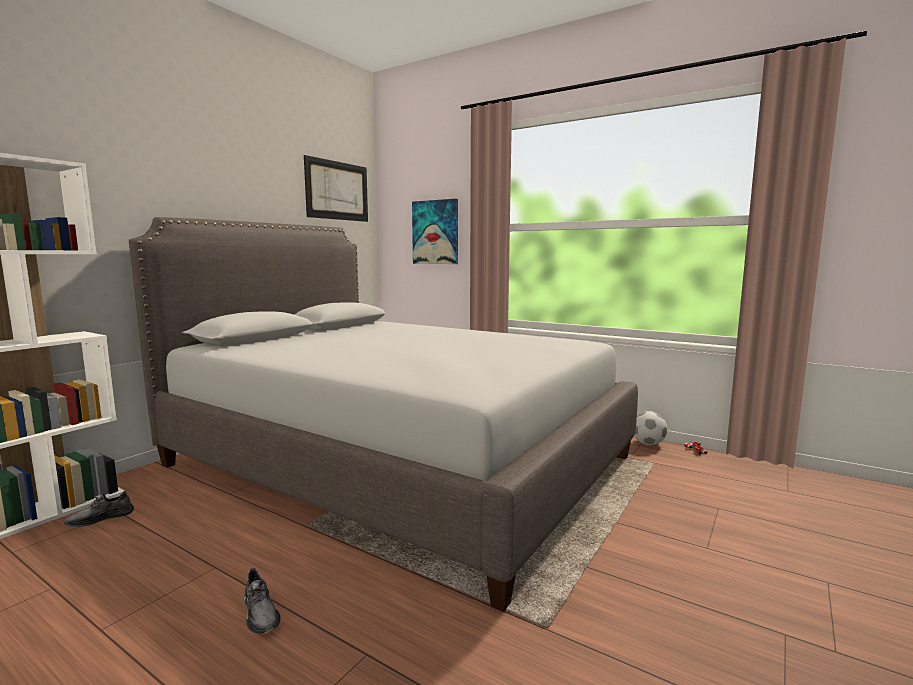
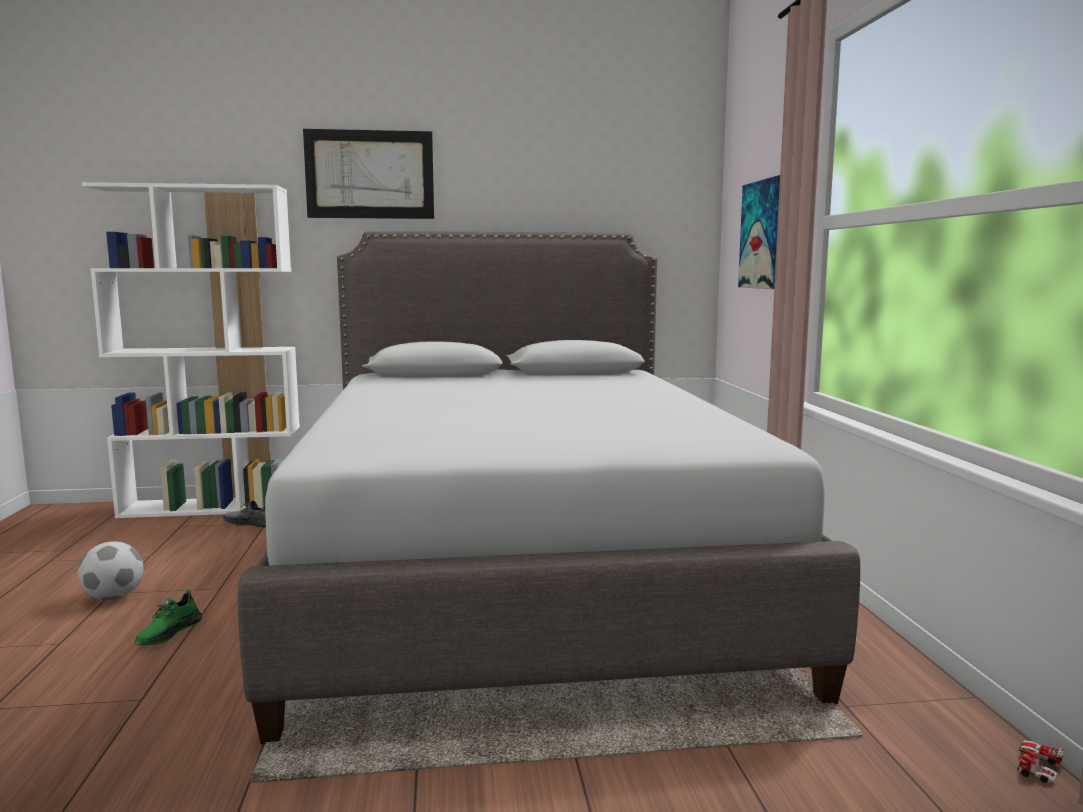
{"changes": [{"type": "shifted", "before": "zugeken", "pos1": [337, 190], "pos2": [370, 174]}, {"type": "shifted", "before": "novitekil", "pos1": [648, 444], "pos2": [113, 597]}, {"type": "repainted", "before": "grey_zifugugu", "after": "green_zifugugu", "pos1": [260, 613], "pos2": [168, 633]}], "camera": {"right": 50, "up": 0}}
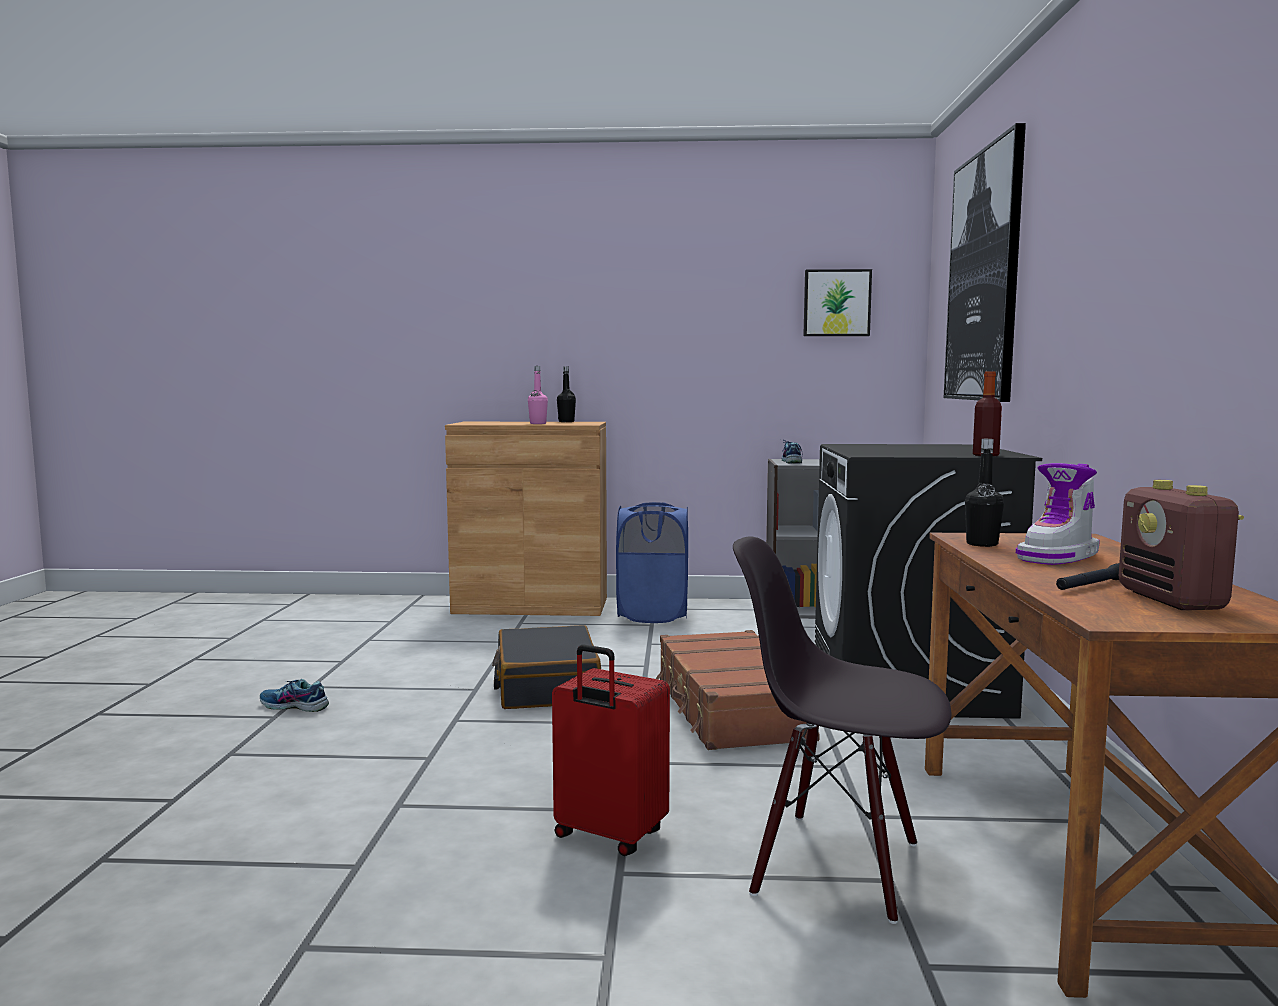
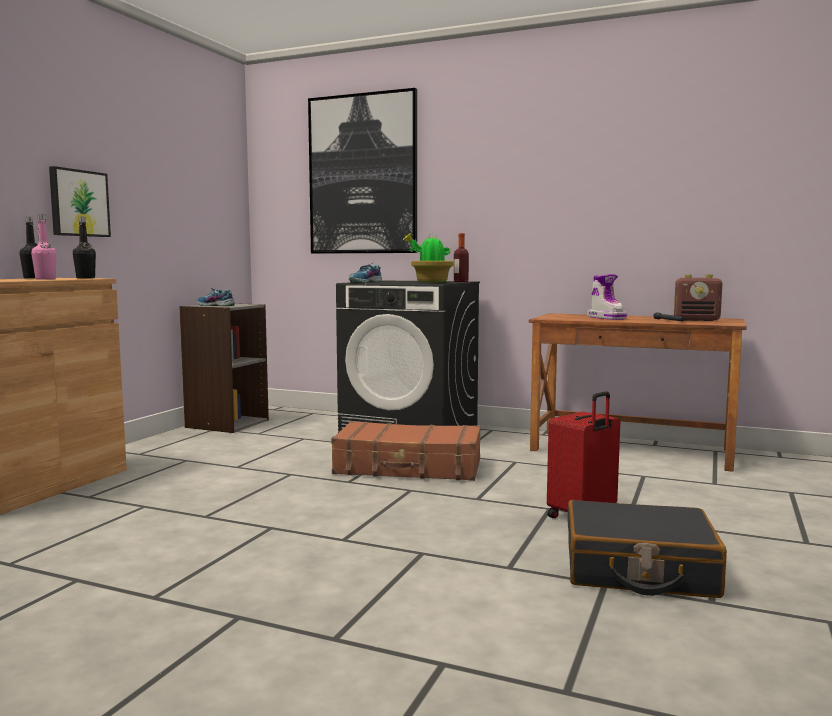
{"changes": [{"type": "shifted", "before": "zugeken", "pos1": [836, 303], "pos2": [78, 203]}, {"type": "shifted", "before": "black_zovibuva", "pos1": [982, 544], "pos2": [85, 278]}, {"type": "gone", "before": "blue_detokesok", "pos1": [653, 615]}, {"type": "gone", "before": "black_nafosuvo", "pos1": [837, 866]}, {"type": "shifted", "before": "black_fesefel", "pos1": [546, 686], "pos2": [638, 570]}, {"type": "shifted", "before": "zifugugu", "pos1": [294, 706], "pos2": [365, 282]}, {"type": "new", "after": "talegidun", "pos2": [430, 282]}], "camera": {"right": -70, "up": 0}}
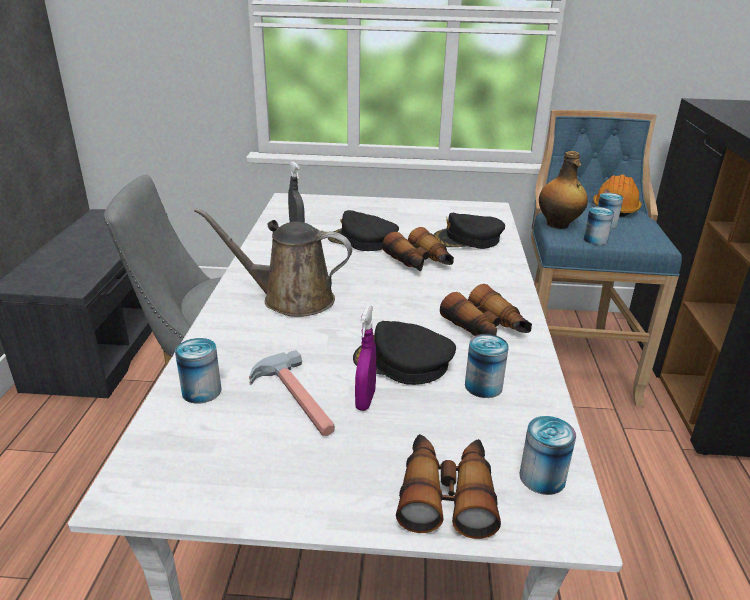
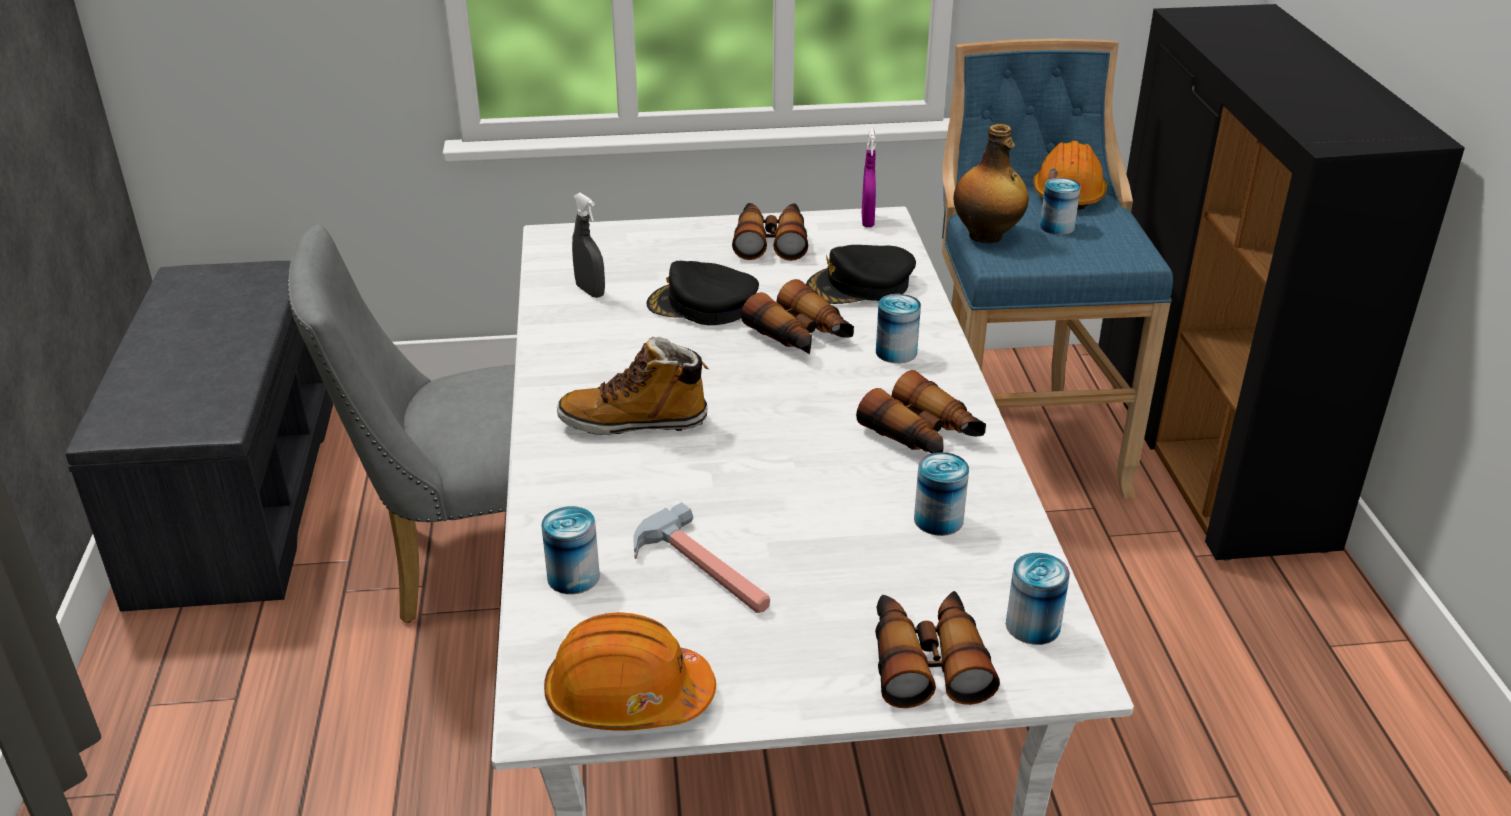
{"changes": [{"type": "swapped", "before": "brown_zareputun", "after": "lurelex", "pos1": [291, 299], "pos2": [634, 422]}, {"type": "shifted", "before": "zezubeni", "pos1": [595, 240], "pos2": [896, 352]}, {"type": "shifted", "before": "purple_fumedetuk", "pos1": [365, 400], "pos2": [867, 221]}, {"type": "gone", "before": "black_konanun", "pos1": [402, 362]}, {"type": "new", "after": "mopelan", "pos2": [770, 241]}, {"type": "new", "after": "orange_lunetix", "pos2": [628, 697]}], "camera": {"right": -10, "up": 5}}
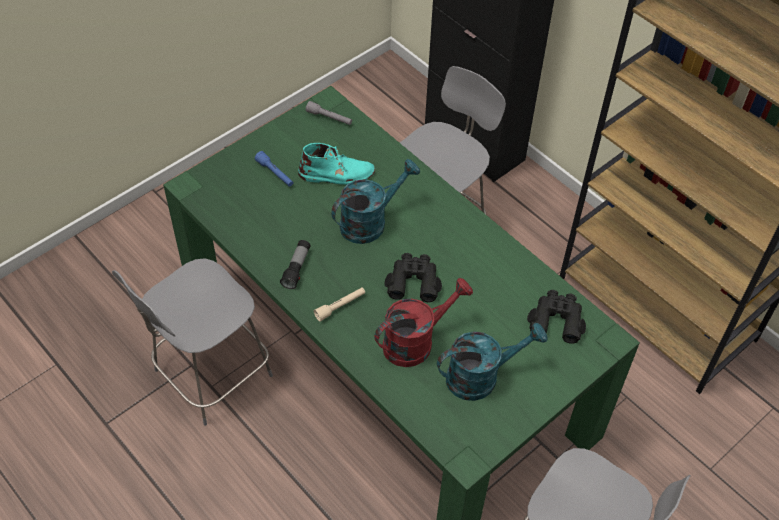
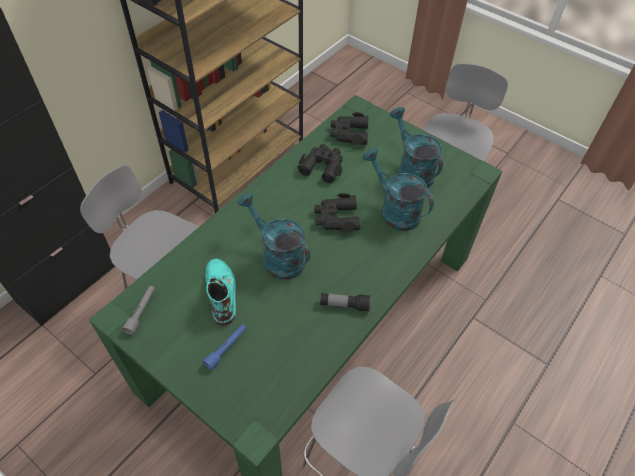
{"changes": [{"type": "repainted", "before": "red_zareputun", "after": "turquoise_zareputun", "pos1": [416, 341], "pos2": [394, 210]}, {"type": "gone", "before": "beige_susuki", "pos1": [340, 306]}, {"type": "new", "after": "black_mopelan", "pos2": [322, 166]}], "camera": {"right": -100, "up": 0}}
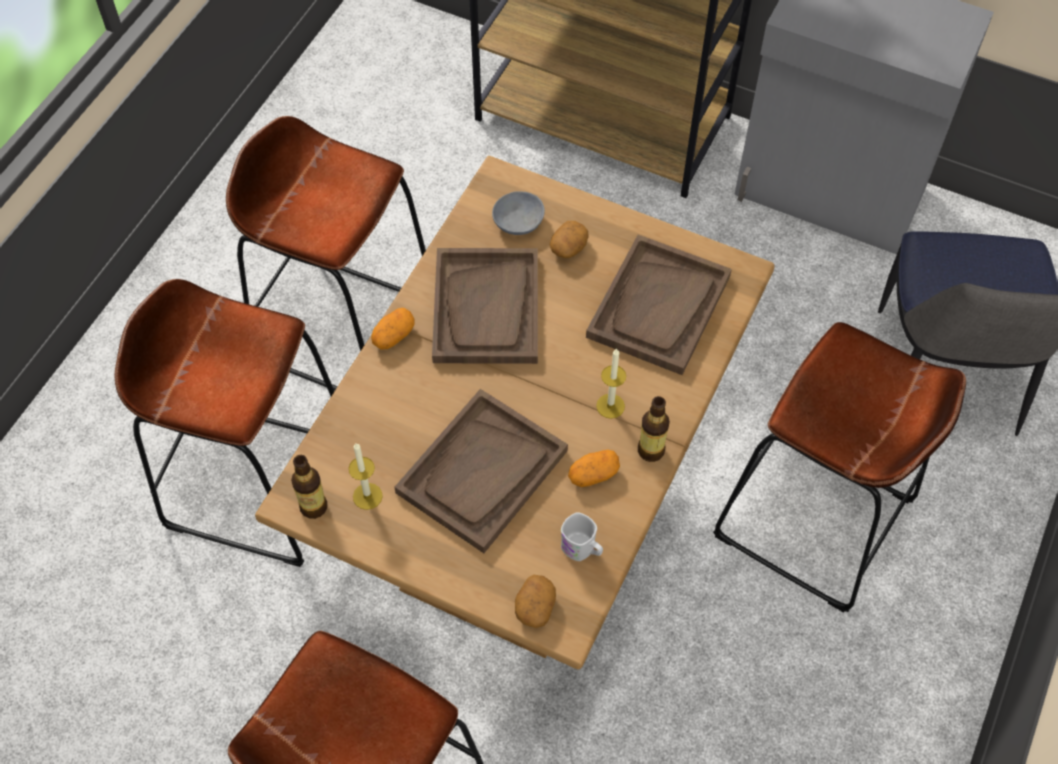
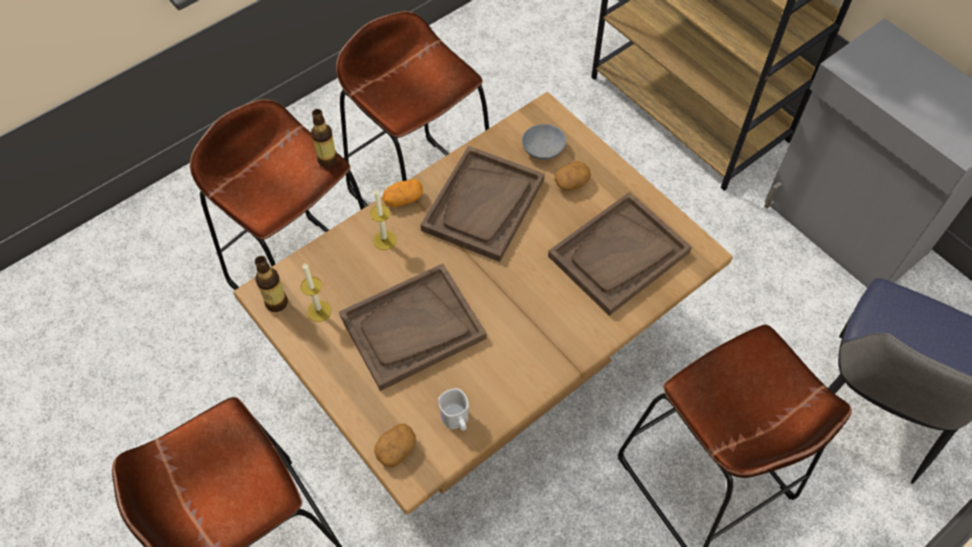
{"changes": [{"type": "shifted", "before": "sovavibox", "pos1": [610, 406], "pos2": [384, 240]}, {"type": "shifted", "before": "zovibuva", "pos1": [650, 450], "pos2": [327, 160]}, {"type": "gone", "before": "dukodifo", "pos1": [593, 474]}], "camera": {"right": 25, "up": 0}}
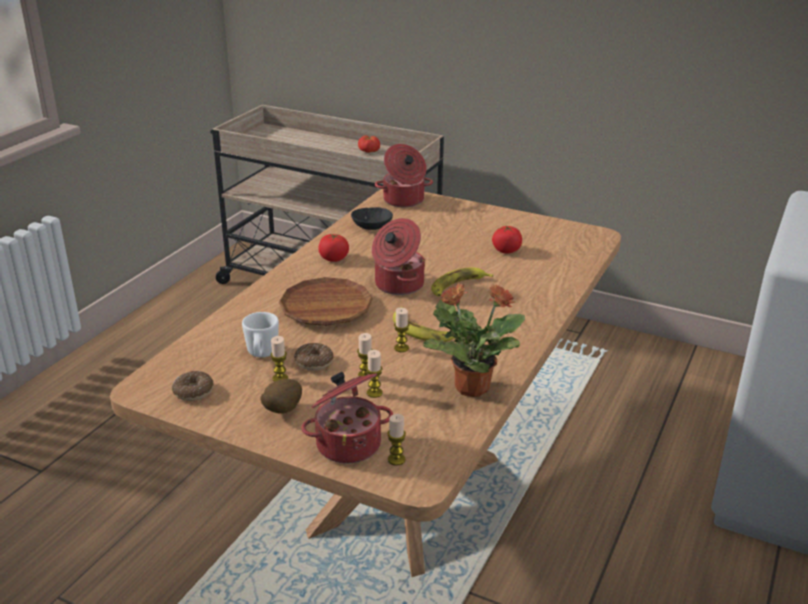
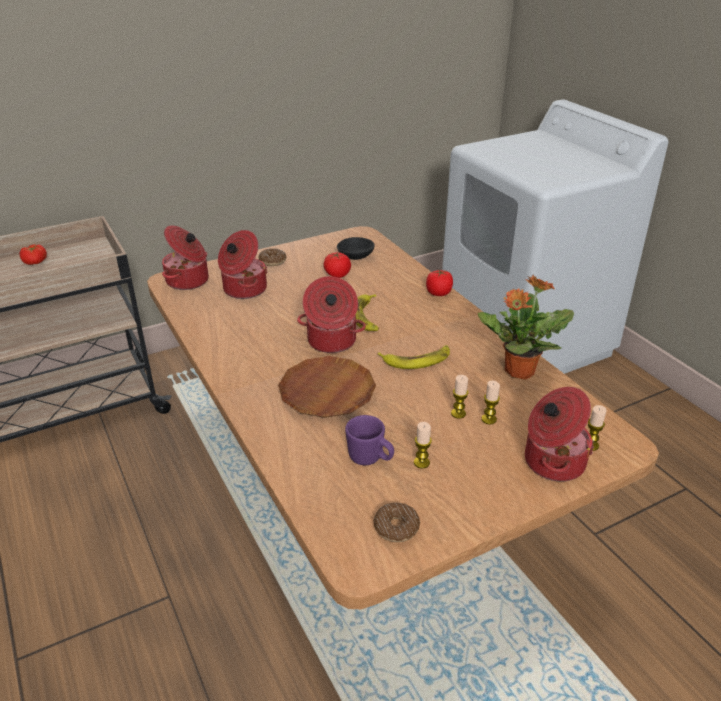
{"changes": [{"type": "shifted", "before": "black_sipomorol", "pos1": [371, 227], "pos2": [356, 256]}, {"type": "shifted", "before": "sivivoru", "pos1": [334, 258], "pos2": [438, 293]}, {"type": "gone", "before": "sovavibox", "pos1": [401, 348]}, {"type": "repainted", "before": "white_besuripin", "after": "purple_besuripin", "pos1": [261, 355], "pos2": [370, 459]}, {"type": "shifted", "before": "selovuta", "pos1": [314, 362], "pos2": [272, 261]}, {"type": "gone", "before": "dukodifo", "pos1": [281, 411]}, {"type": "new", "after": "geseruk", "pos2": [243, 289]}], "camera": {"right": -55, "up": 5}}
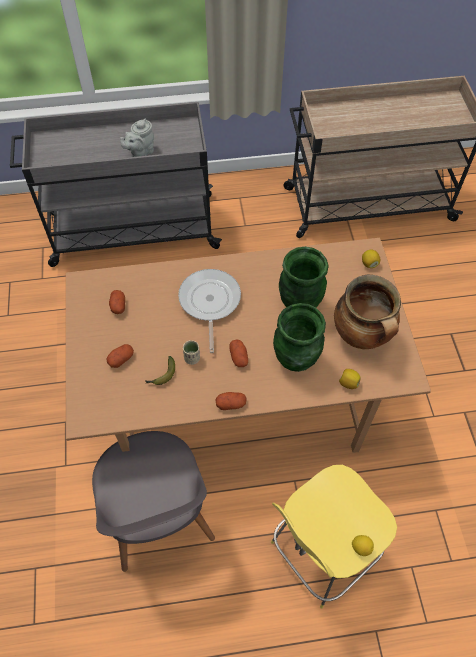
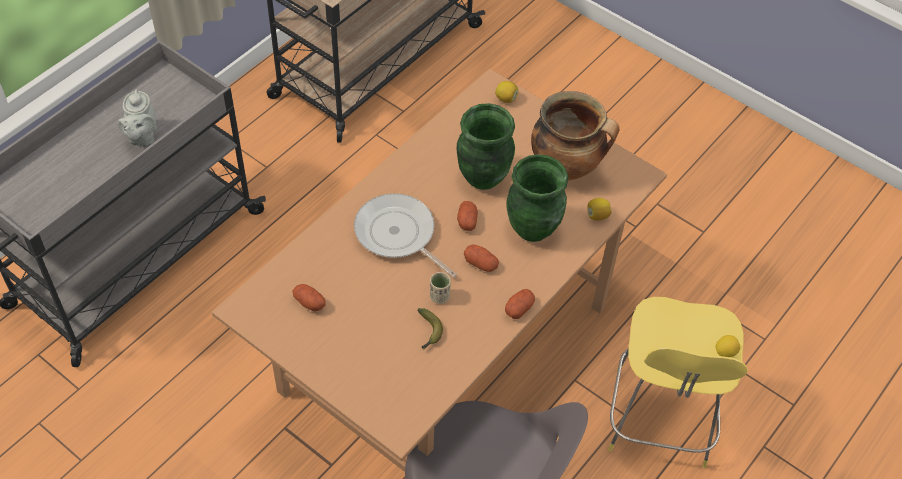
{"changes": [{"type": "shifted", "before": "dukodifo", "pos1": [121, 359], "pos2": [467, 221]}], "camera": {"right": -45, "up": -5}}
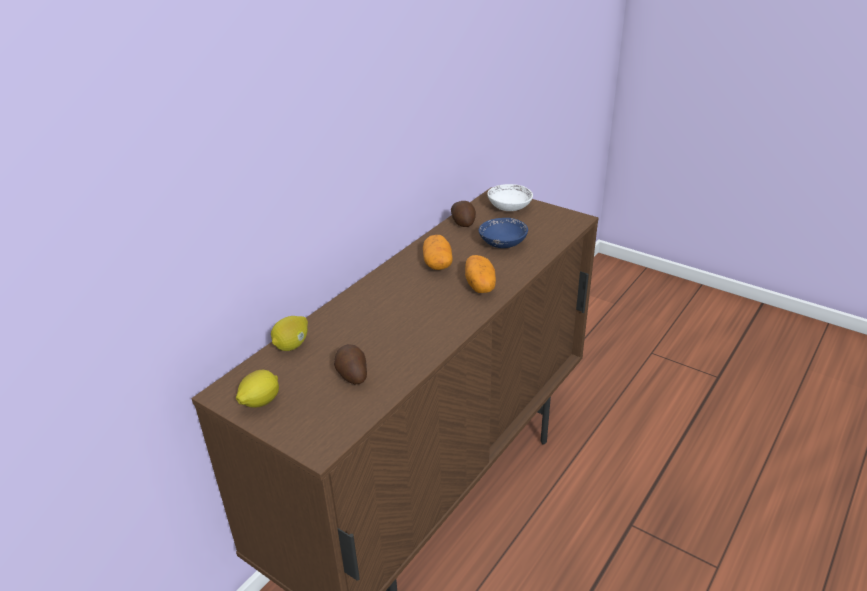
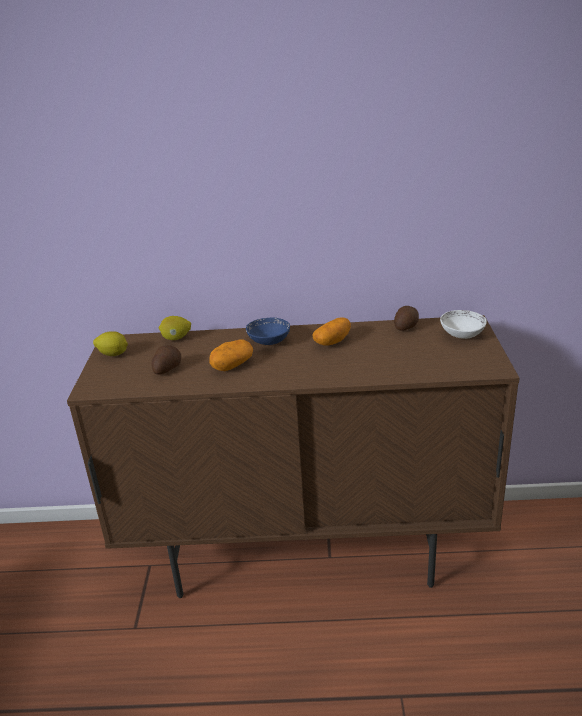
{"changes": [{"type": "shifted", "before": "blue_sipomorol", "pos1": [502, 244], "pos2": [269, 341]}, {"type": "shifted", "before": "dukodifo", "pos1": [480, 285], "pos2": [232, 365]}], "camera": {"right": 55, "up": -5}}
